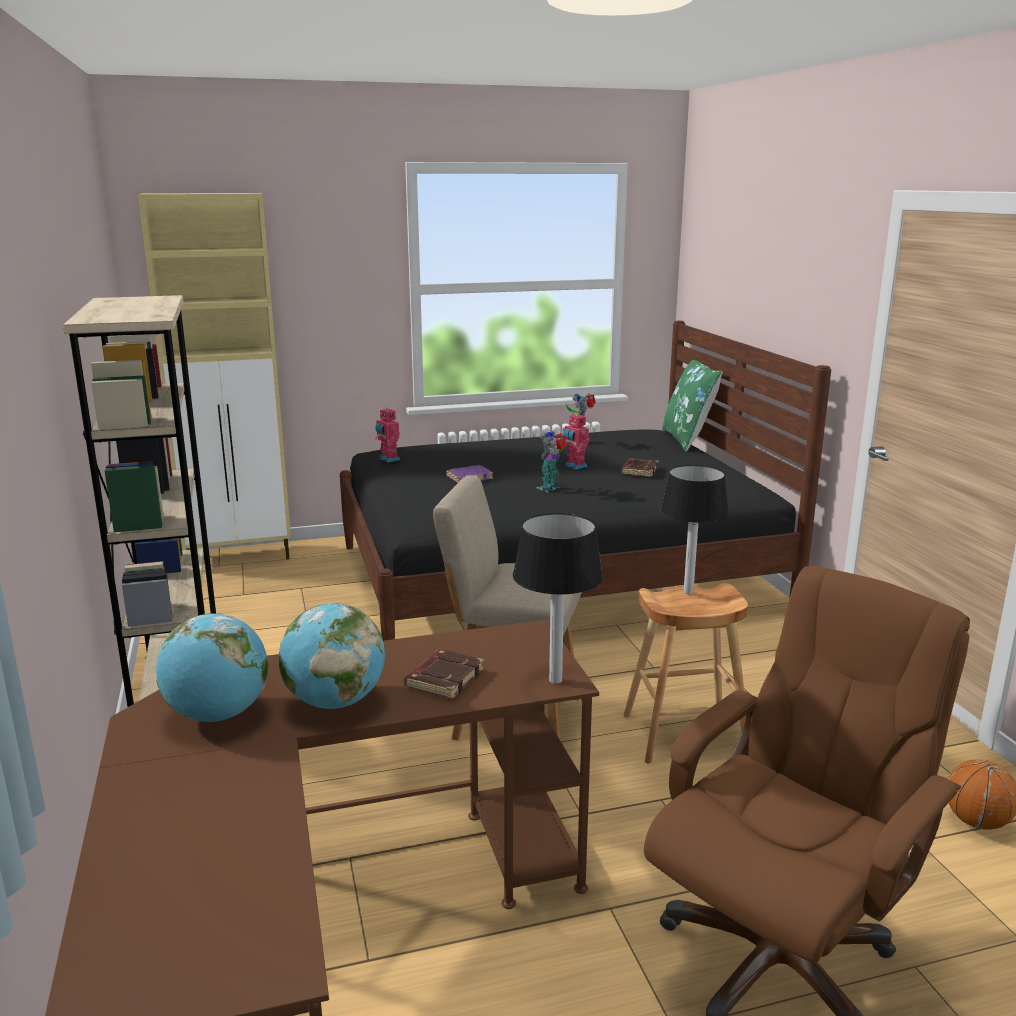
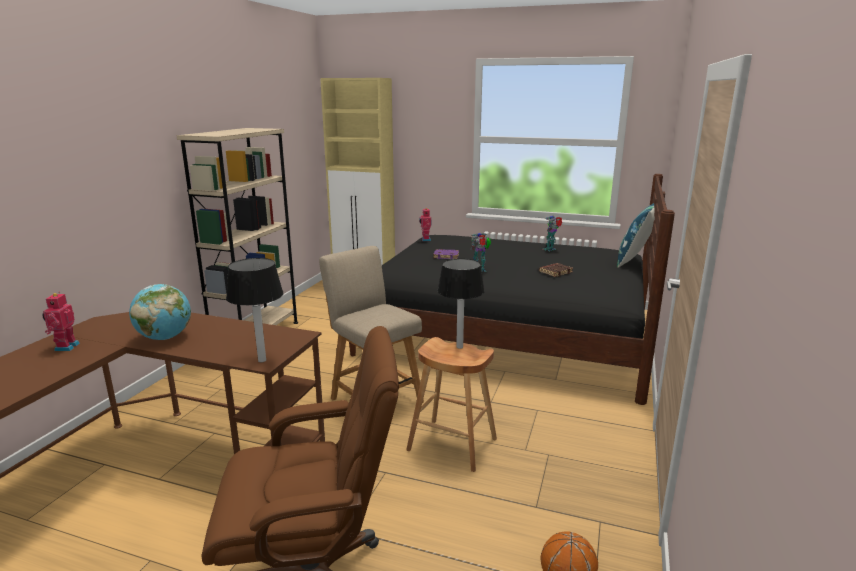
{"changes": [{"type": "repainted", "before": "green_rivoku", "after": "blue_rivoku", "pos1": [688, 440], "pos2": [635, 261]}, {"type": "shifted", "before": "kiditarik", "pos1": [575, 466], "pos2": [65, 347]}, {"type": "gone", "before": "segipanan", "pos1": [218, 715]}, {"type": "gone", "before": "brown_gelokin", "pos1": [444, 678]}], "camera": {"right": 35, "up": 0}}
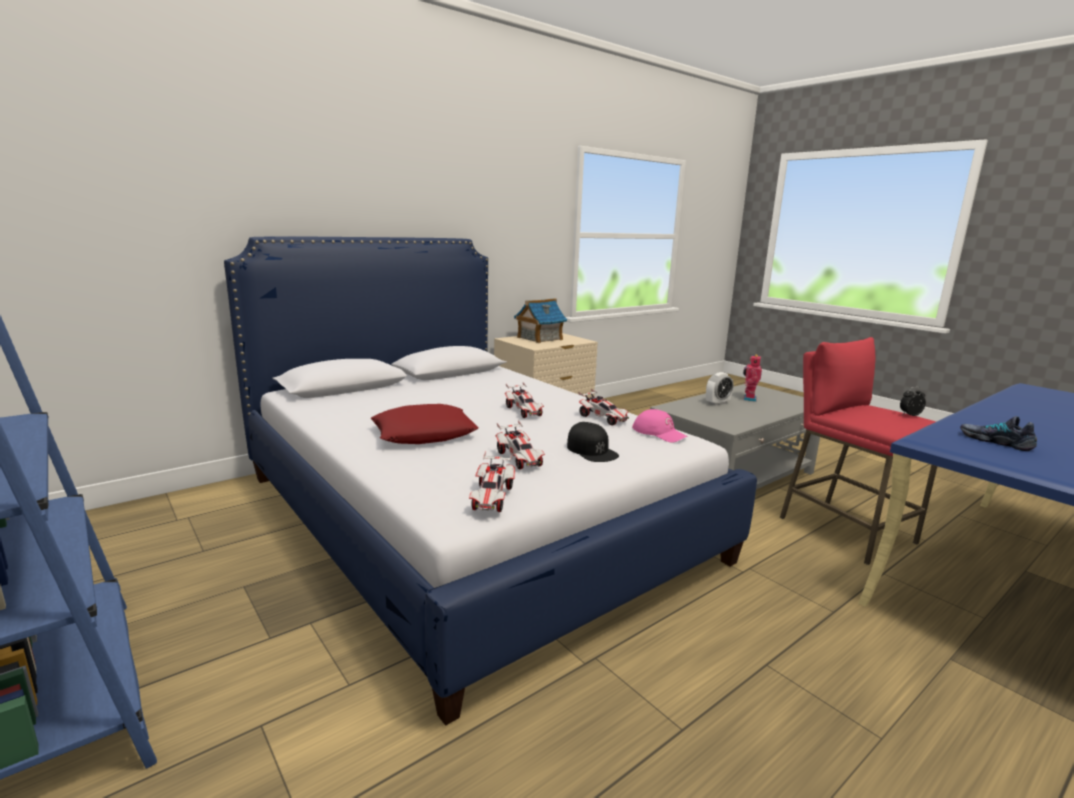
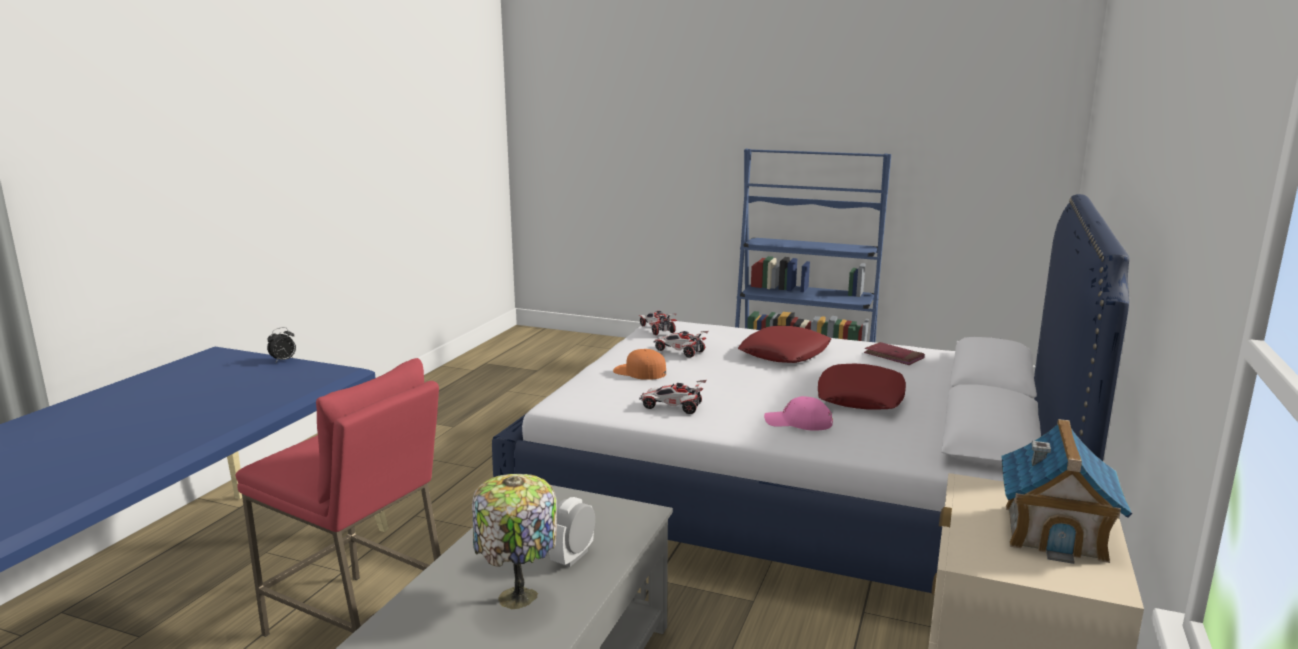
{"changes": [{"type": "swapped", "before": "kiditarik", "after": "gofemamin", "pos1": [748, 398], "pos2": [517, 599]}, {"type": "gone", "before": "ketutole", "pos1": [524, 411]}, {"type": "shifted", "before": "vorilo", "pos1": [909, 415], "pos2": [283, 360]}, {"type": "shifted", "before": "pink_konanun", "pos1": [659, 433], "pos2": [798, 422]}, {"type": "gone", "before": "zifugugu", "pos1": [995, 441]}, {"type": "repainted", "before": "black_konanun", "after": "orange_konanun", "pos1": [592, 450], "pos2": [639, 371]}, {"type": "new", "after": "red_gelokin", "pos2": [893, 356]}, {"type": "new", "after": "red_rivoku", "pos2": [861, 397]}], "camera": {"right": 150, "up": 0}}
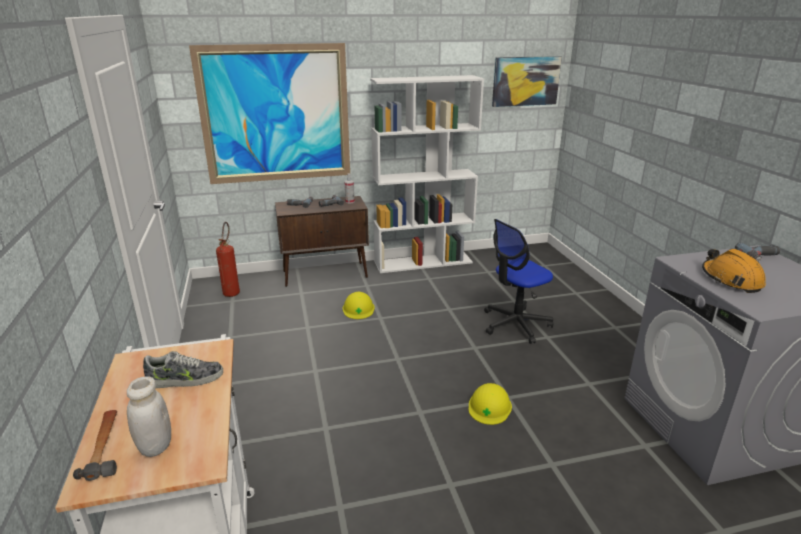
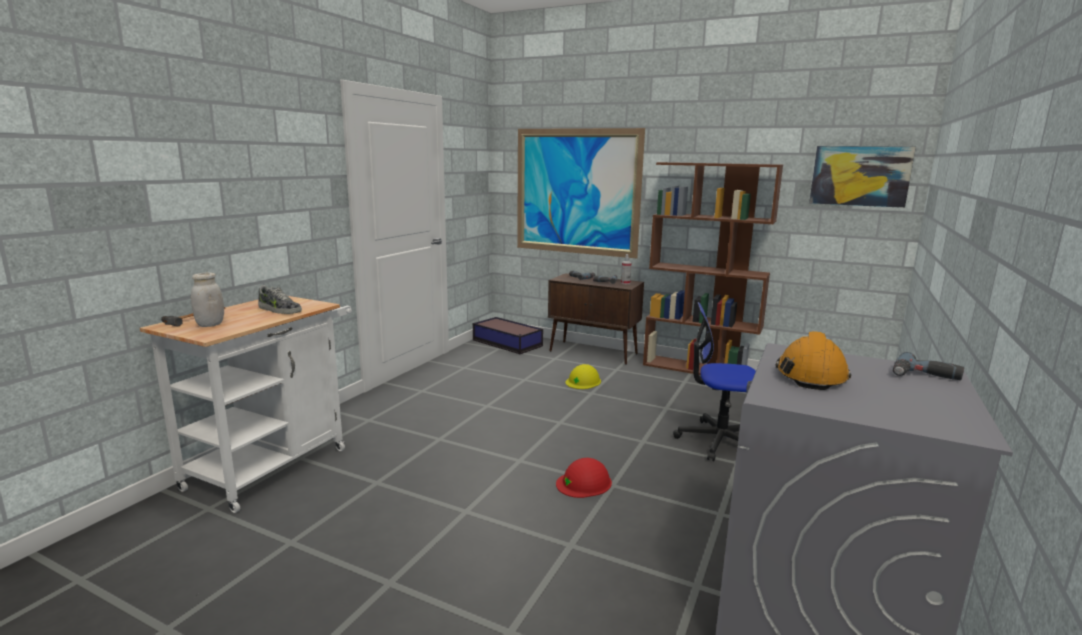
{"changes": [{"type": "repainted", "before": "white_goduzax", "after": "brown_goduzax", "pos1": [423, 262], "pos2": [700, 369]}, {"type": "swapped", "before": "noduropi", "after": "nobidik", "pos1": [232, 291], "pos2": [507, 343]}, {"type": "repainted", "before": "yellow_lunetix", "after": "red_lunetix", "pos1": [489, 406], "pos2": [584, 483]}], "camera": {"right": 40, "up": -10}}
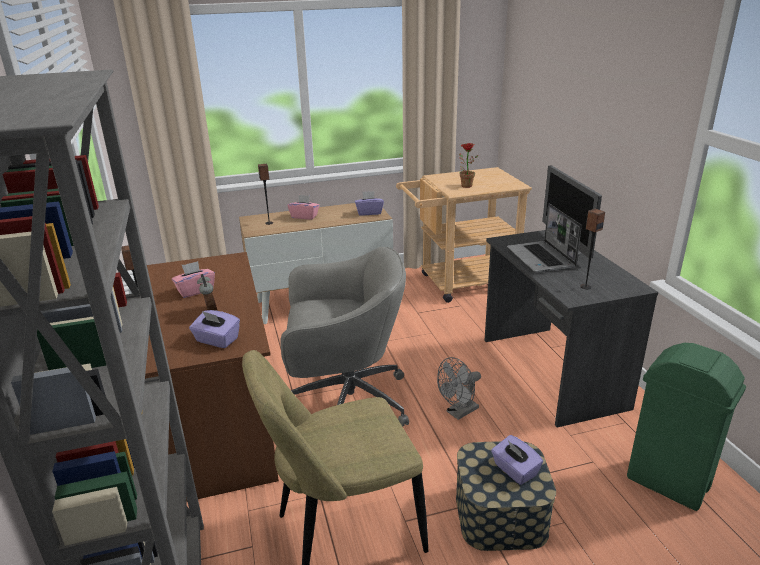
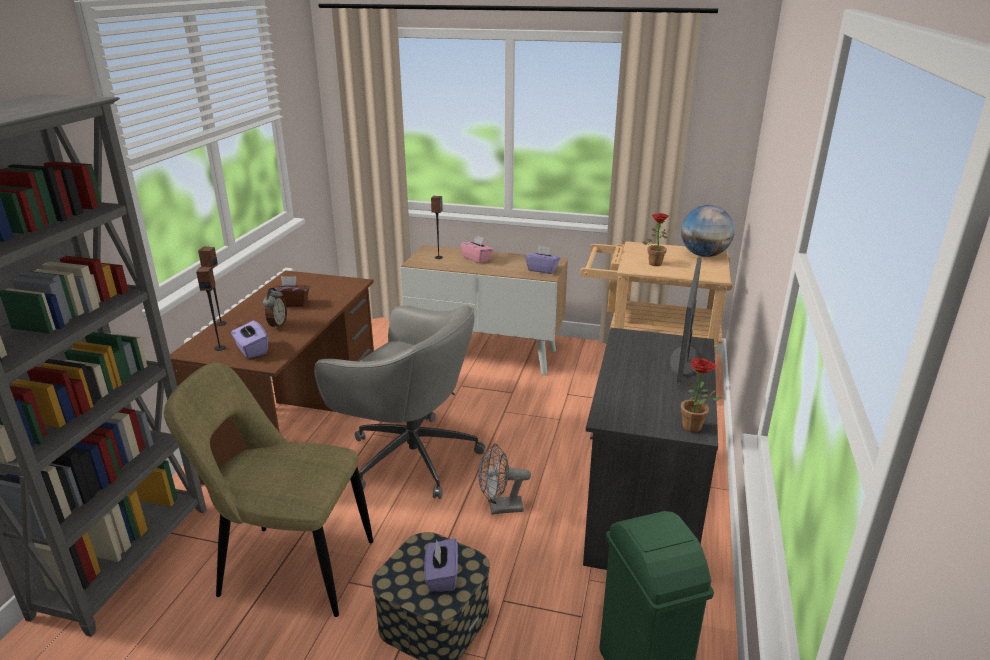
{"changes": [{"type": "gone", "before": "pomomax", "pos1": [541, 258]}, {"type": "shifted", "before": "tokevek", "pos1": [585, 286], "pos2": [220, 348]}, {"type": "repainted", "before": "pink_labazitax", "after": "brown_labazitax", "pos1": [195, 291], "pos2": [291, 303]}, {"type": "new", "after": "segipanan", "pos2": [704, 255]}, {"type": "new", "after": "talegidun", "pos2": [695, 429]}], "camera": {"right": 30, "up": 0}}
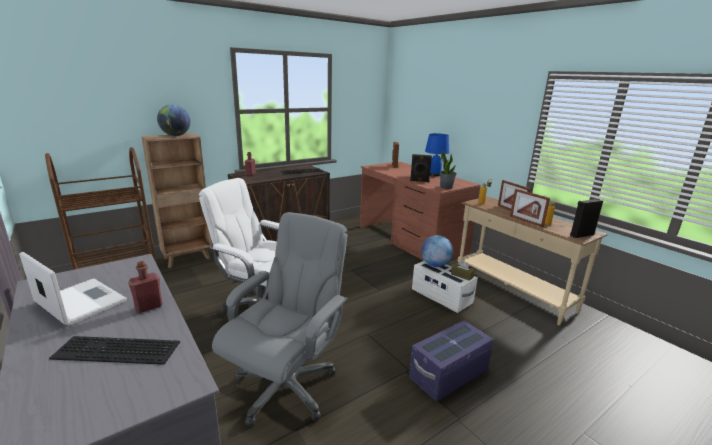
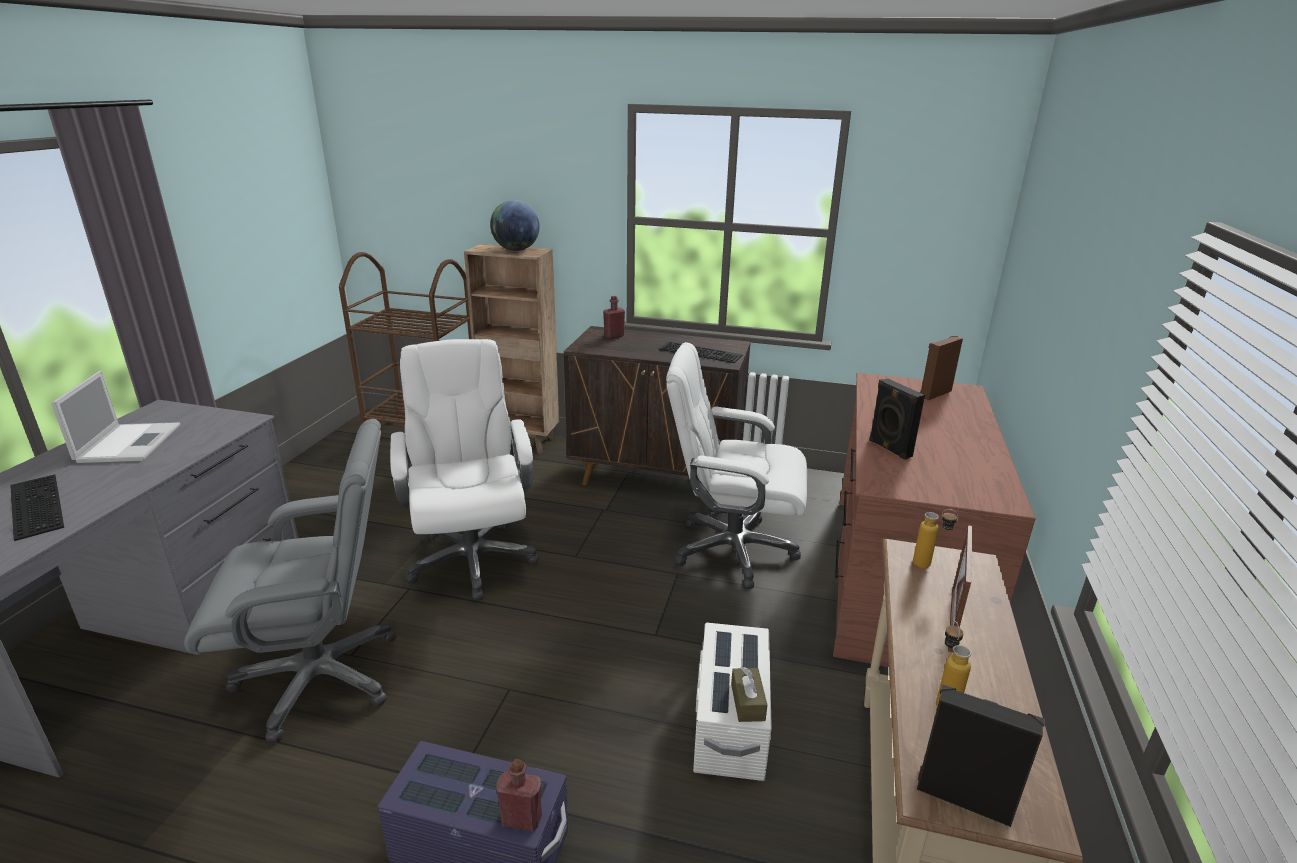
{"changes": [{"type": "gone", "before": "blue_gofemamin", "pos1": [434, 175]}, {"type": "gone", "before": "talegidun", "pos1": [446, 187]}, {"type": "gone", "before": "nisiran", "pos1": [526, 221]}, {"type": "gone", "before": "segipanan", "pos1": [435, 265]}, {"type": "shifted", "before": "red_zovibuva", "pos1": [149, 307], "pos2": [521, 819]}, {"type": "new", "after": "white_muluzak", "pos2": [732, 550]}], "camera": {"right": 50, "up": 5}}
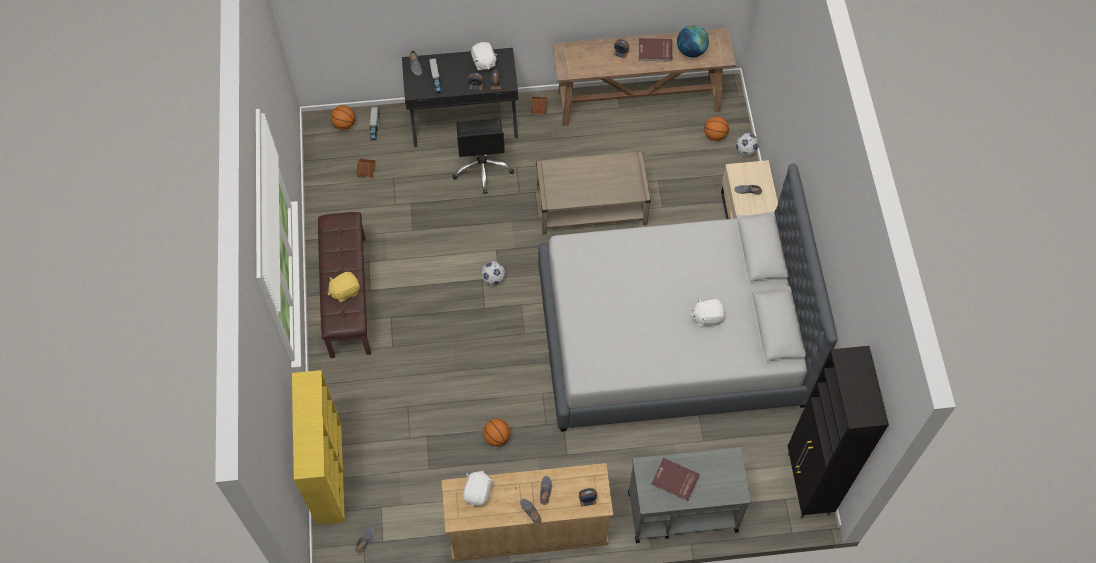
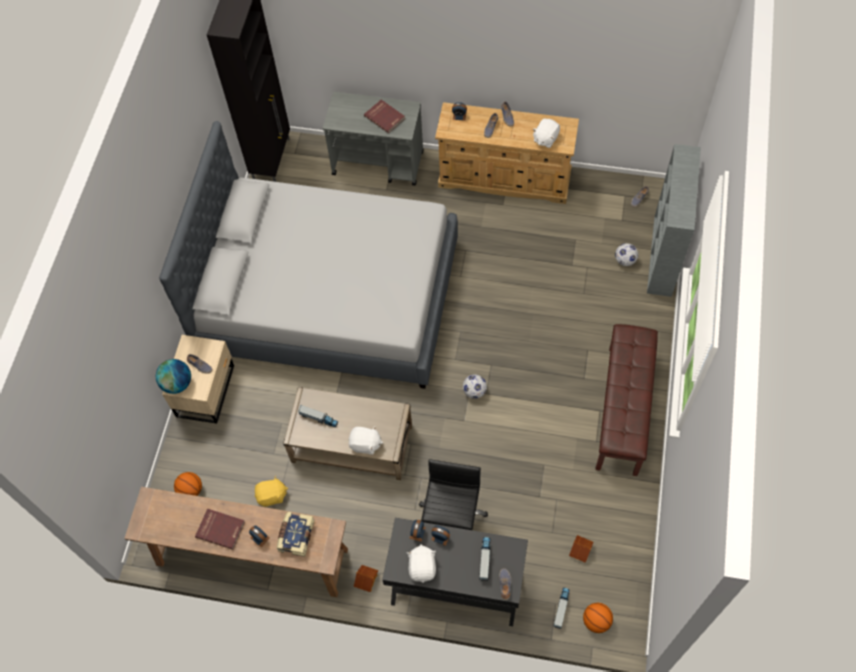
{"changes": [{"type": "shifted", "before": "segipanan", "pos1": [691, 51], "pos2": [177, 383]}, {"type": "shifted", "before": "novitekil", "pos1": [746, 150], "pos2": [624, 260]}, {"type": "shifted", "before": "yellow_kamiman", "pos1": [345, 291], "pos2": [272, 496]}, {"type": "shifted", "before": "white_kamiman", "pos1": [707, 317], "pos2": [365, 444]}, {"type": "repainted", "before": "yellow_goduzax", "after": "grey_goduzax", "pos1": [329, 472], "pos2": [663, 256]}, {"type": "gone", "before": "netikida", "pos1": [497, 437]}, {"type": "new", "after": "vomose", "pos2": [319, 418]}, {"type": "new", "after": "gelokin", "pos2": [295, 536]}], "camera": {"right": -160, "up": 0}}
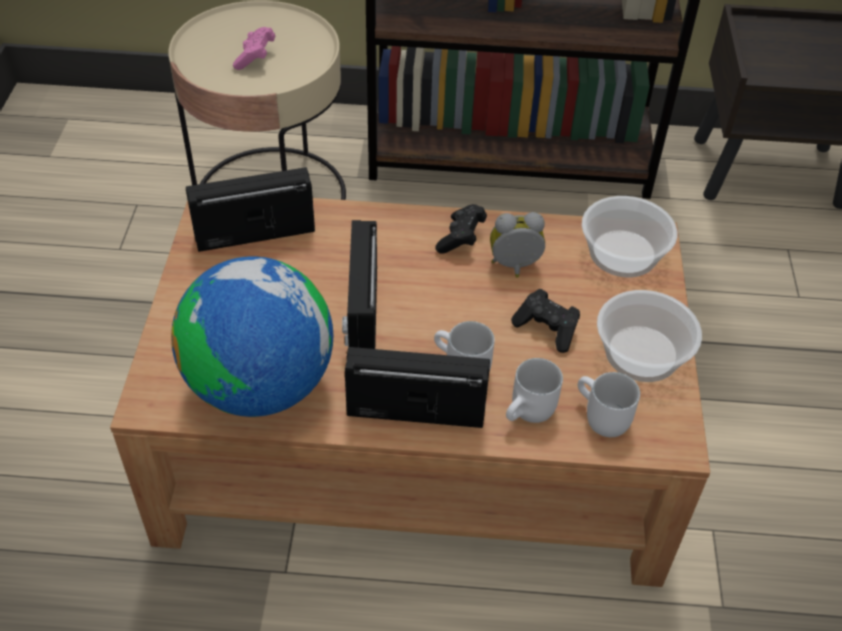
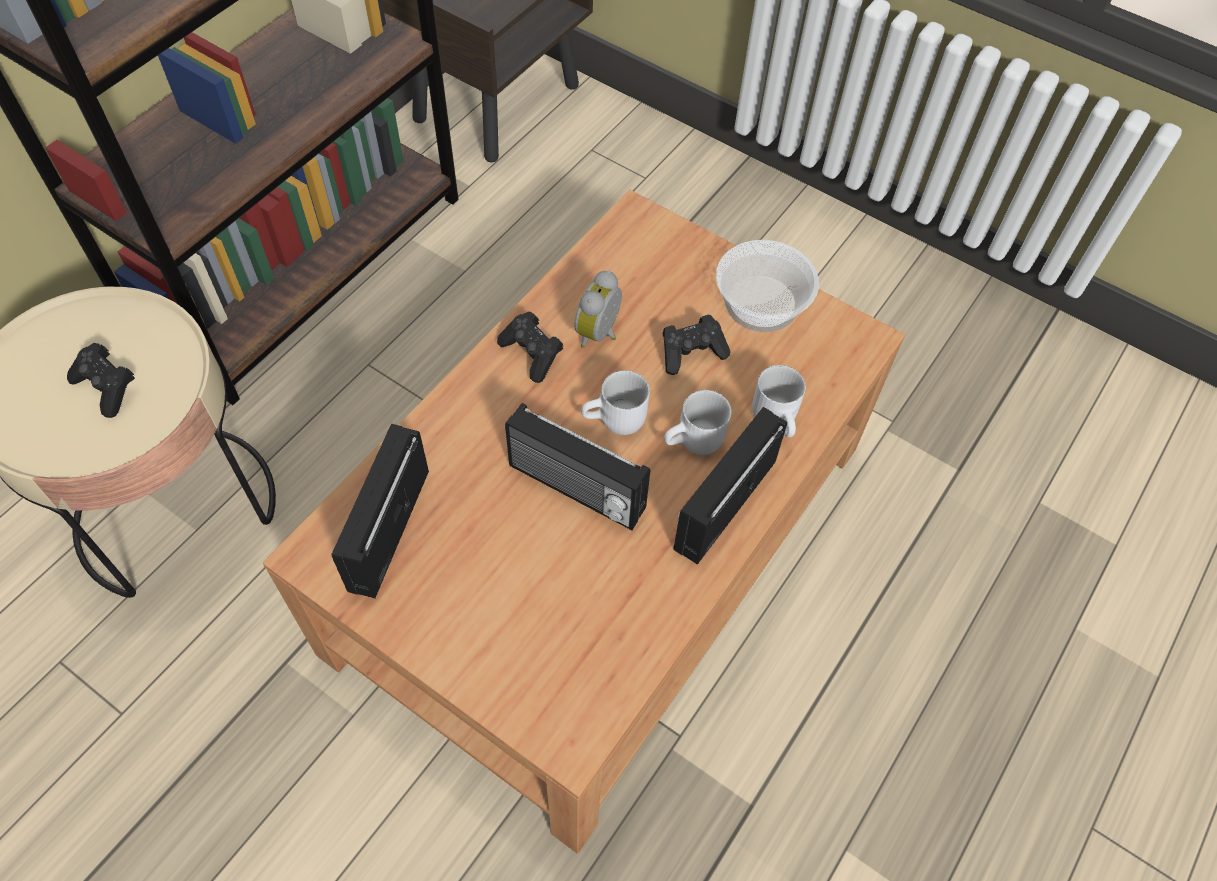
{"changes": [{"type": "repainted", "before": "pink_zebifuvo", "after": "black_zebifuvo", "pos1": [255, 58], "pos2": [107, 388]}, {"type": "gone", "before": "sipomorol", "pos1": [624, 254]}, {"type": "gone", "before": "segipanan", "pos1": [261, 386]}, {"type": "shifted", "before": "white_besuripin", "pos1": [599, 418], "pos2": [616, 422]}], "camera": {"right": -60, "up": 10}}
